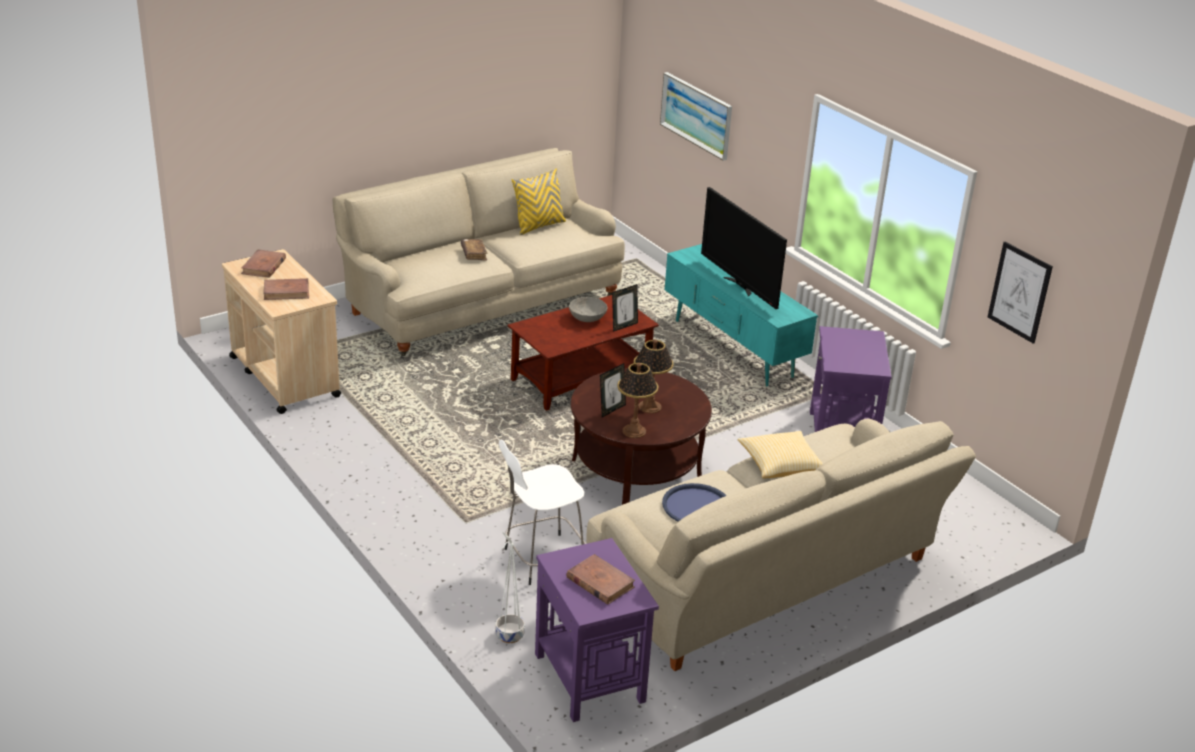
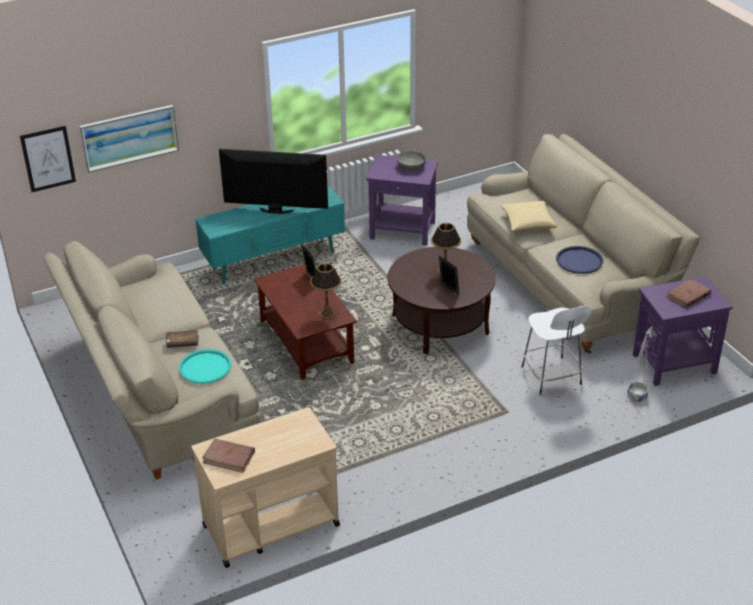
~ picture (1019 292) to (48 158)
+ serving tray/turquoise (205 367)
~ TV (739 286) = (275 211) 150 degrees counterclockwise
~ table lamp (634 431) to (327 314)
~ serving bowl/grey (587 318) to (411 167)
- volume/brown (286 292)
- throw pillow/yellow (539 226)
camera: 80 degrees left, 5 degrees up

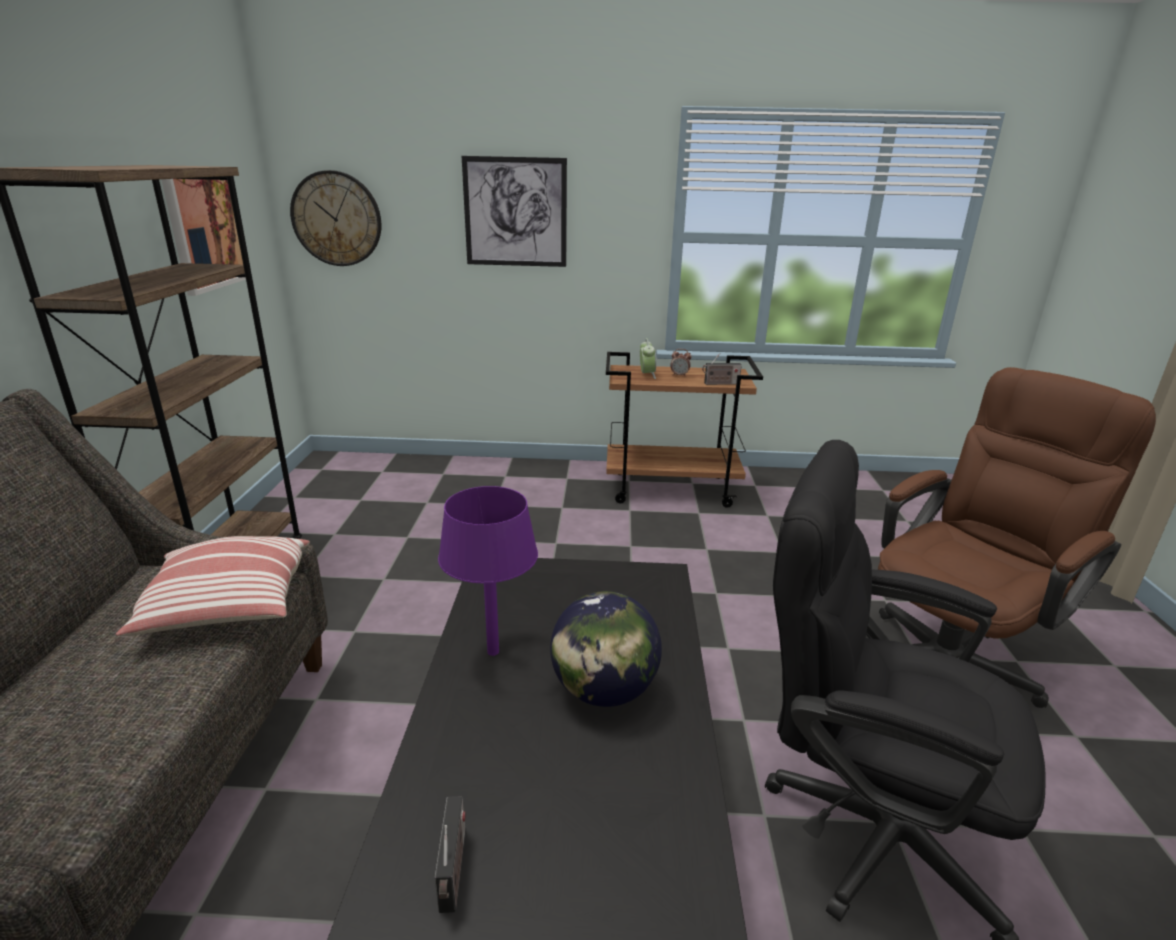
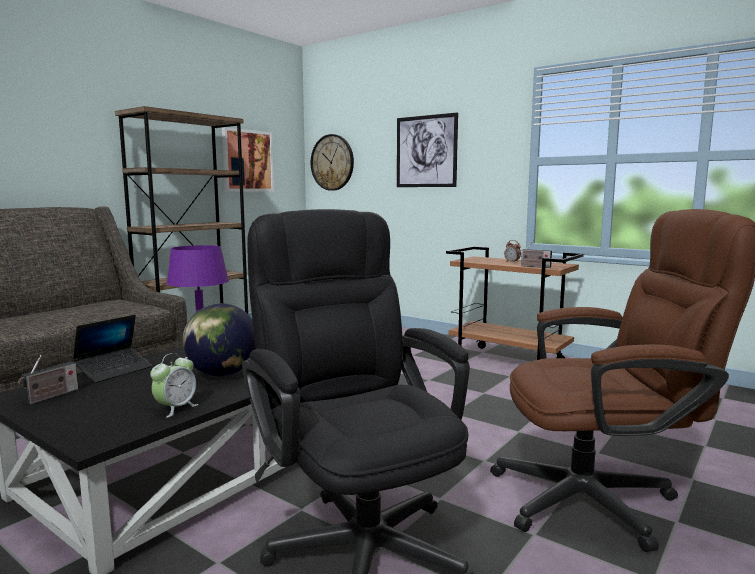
+ notebook computer (114 371)
~ bedside clock (647 375) to (176 408)
- throw pillow (229 606)
camera: 35 degrees right, 15 degrees down

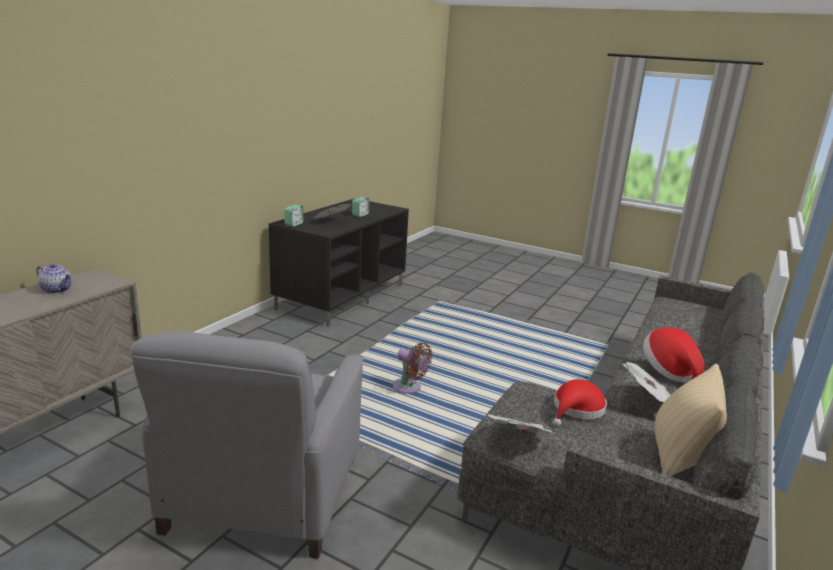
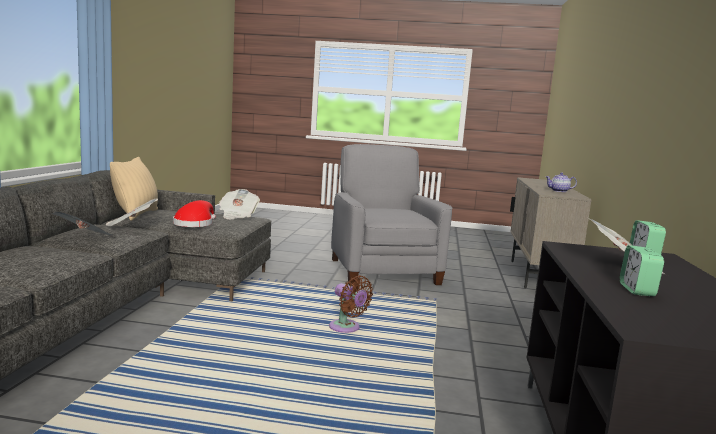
~ clothing hat (669 371) to printed paper (85 238)
~ cooling fan/brown (409 388) = (346 328) 150 degrees counterclockwise
camera: 160 degrees right, 10 degrees down

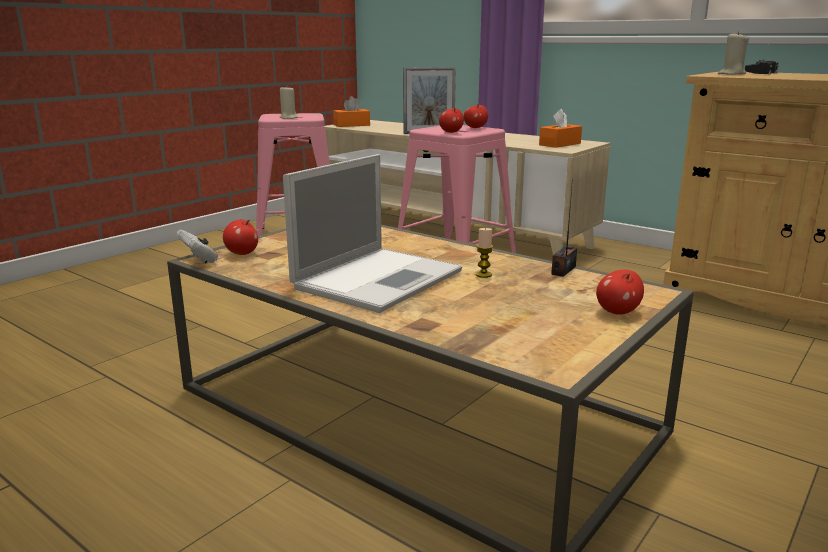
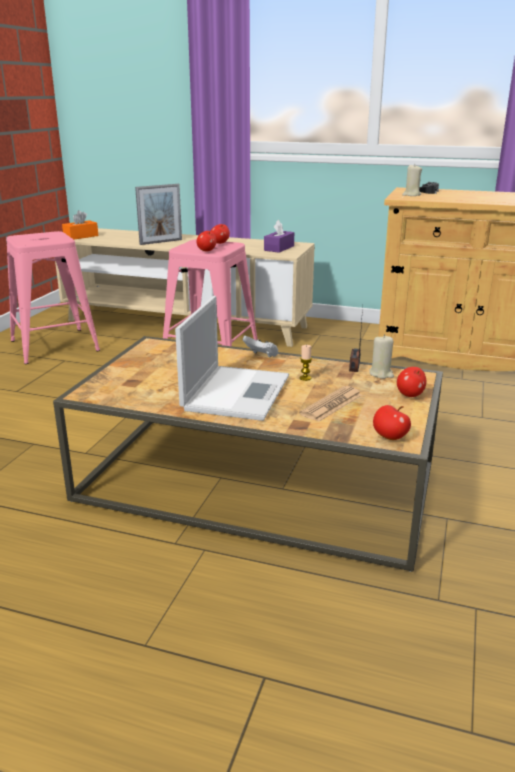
~ joypad/white-coloured (199 260) to (262 355)
~ box of tissues/orange (560 144) to box of tissues/purple (279 248)
+ printed paper (331 404)
~ candle/beige (288 118) to (381 374)
~ whole apple (242 253) to (389 437)
camera: 20 degrees left, 5 degrees up

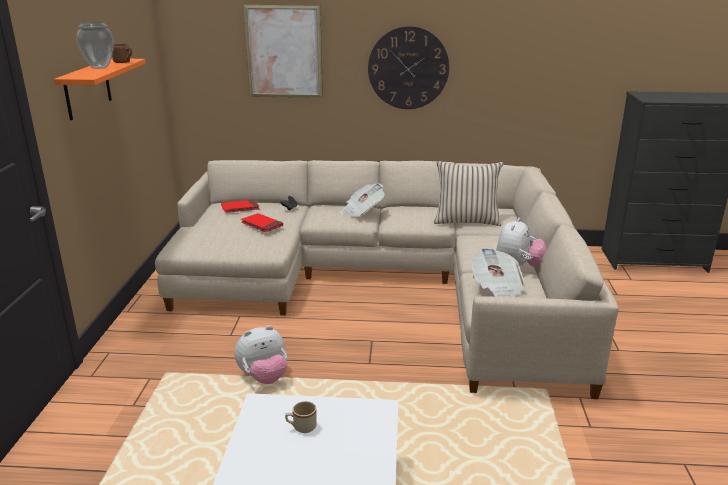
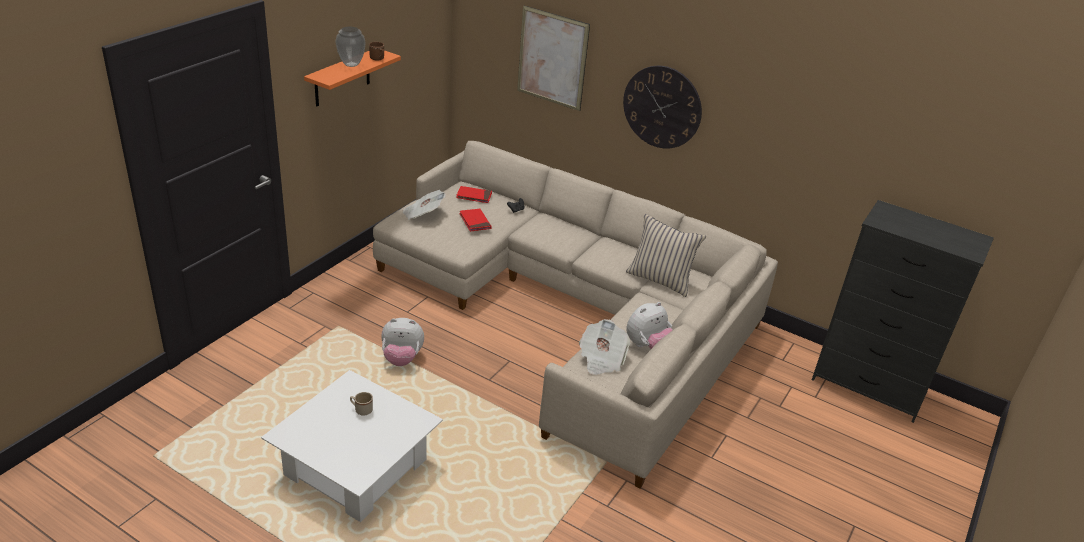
~ printed paper (361 211) to (423 214)
camera: 25 degrees right, 10 degrees up

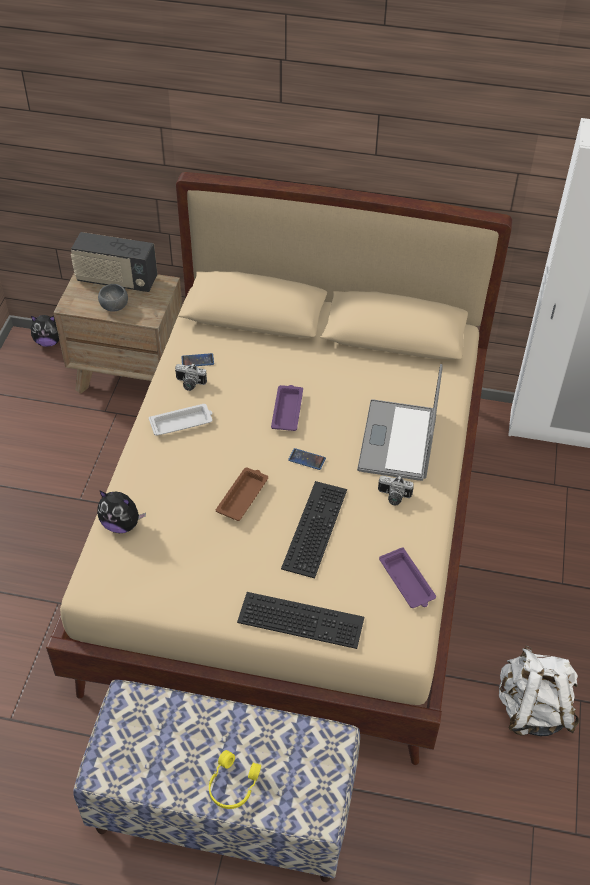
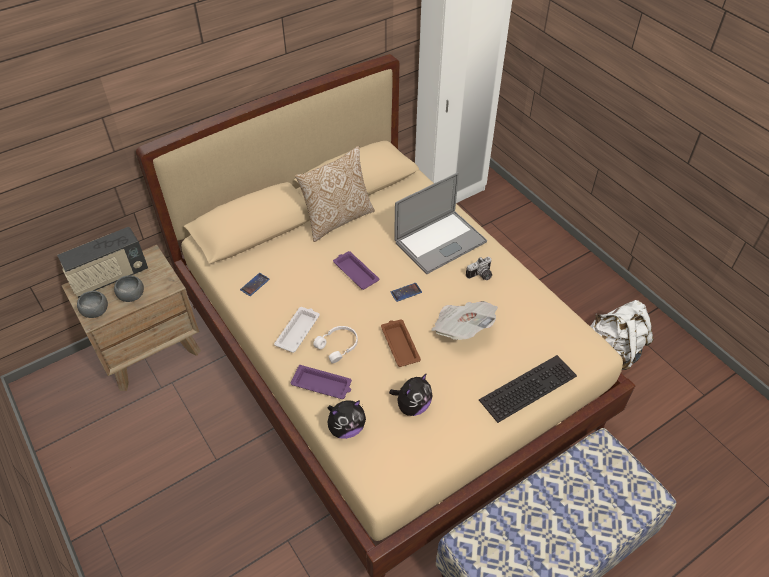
+ serving bowl/grey (95 312)
~ serving tray/purple (407 582) to (322 385)
+ throw pillow (337 219)
+ pair of headphones/white-coloured (338 346)
~ cuddly toy (49 342) to (412 406)
~ notebook computer (397 440) = (440 242) 90 degrees counterclockwise
~ PC keyboard (313 527) to printed paper (462 329)
- photo camera (189 384)
- pair of headphones/yellow (232 785)
camera: 45 degrees left, 0 degrees up

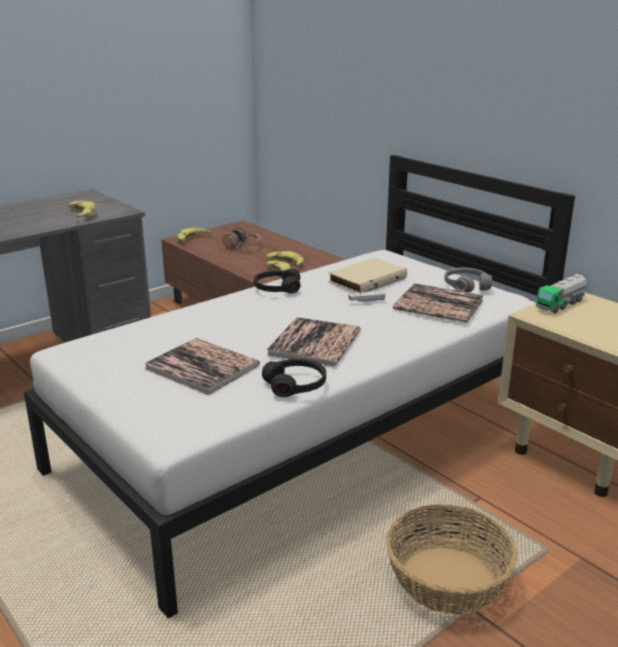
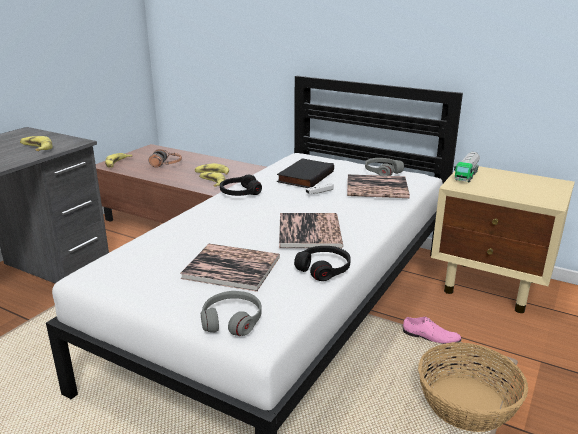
+ pair of headphones/grey (232 320)
~ volume/beige (366 279) to volume/black-coloured (304 176)
+ item of footwear/pink (431 337)
camera: 20 degrees left, 0 degrees up

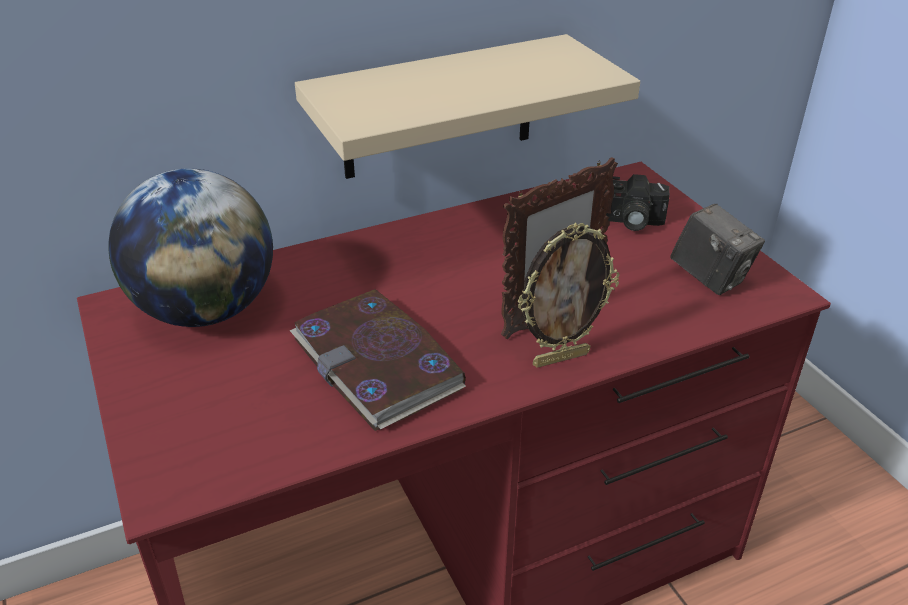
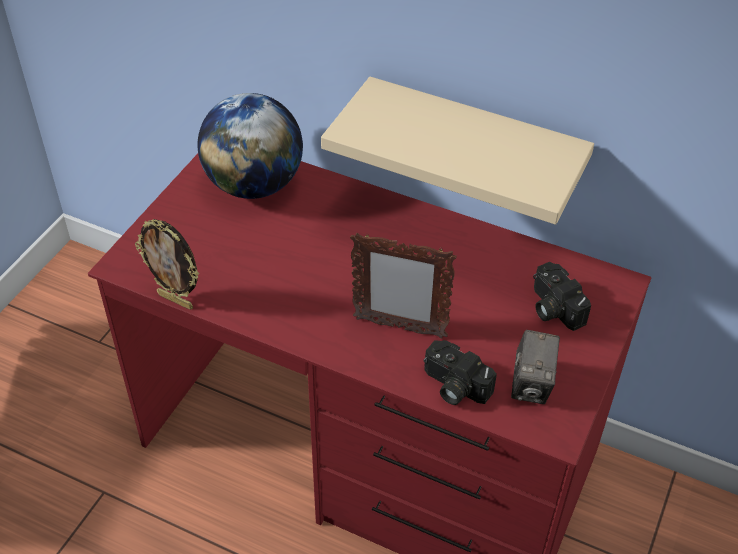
~ standing frame (560 358) to (176 300)
+ photo camera (453 386)
- volume (378 363)
camera: 50 degrees right, 10 degrees up

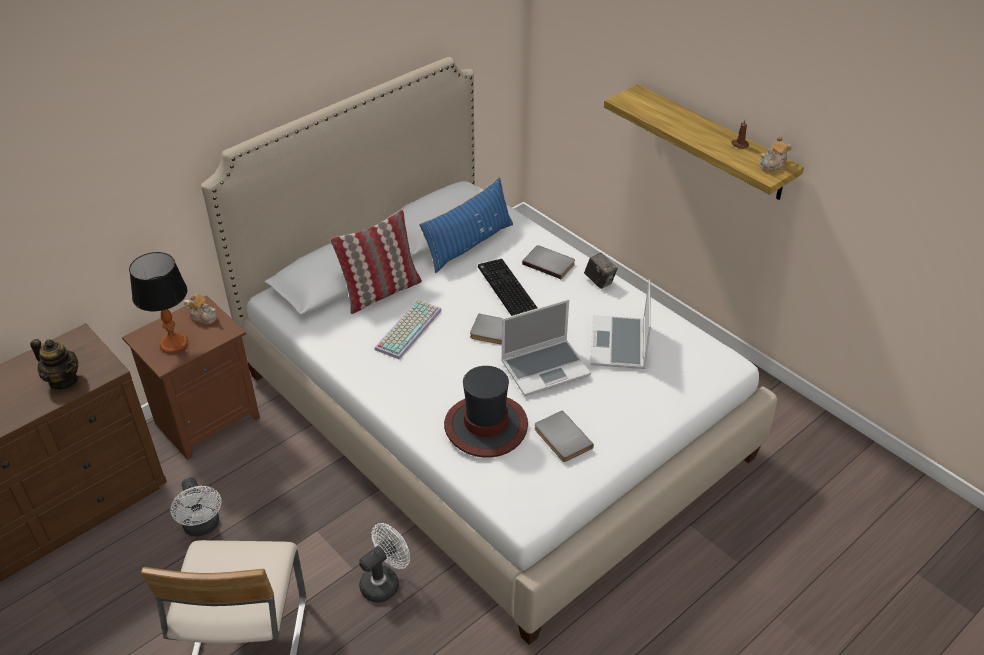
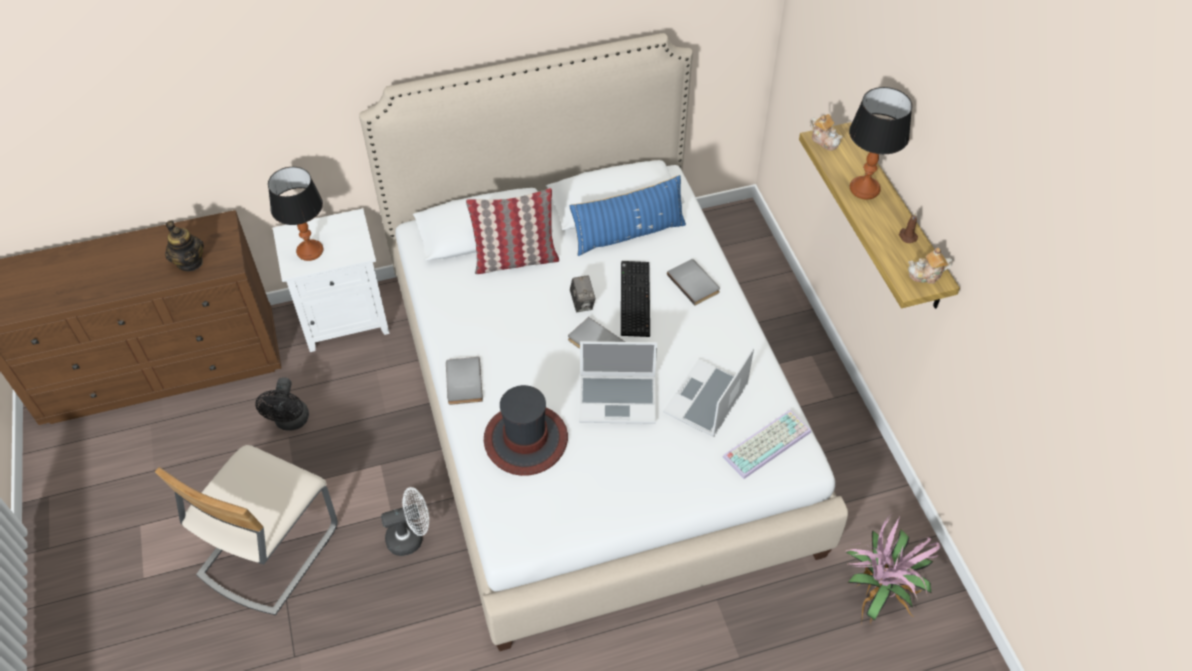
~ cooling fan/white-coloured (203 527) to cooling fan/black-coloured (291 422)
~ night table/brown (207 418) to night table/white-coloured (346 317)
~ volume/grey (561 438) to (462 382)
~ photo camera (599 281) to (582 303)
~ PC keyboard (407 328) to (766 442)
~ pot for tea (203 316) to (824 140)
+ plant in a pot (881 592)
+ table lamp (865 189)
camera: 25 degrees right, 10 degrees up

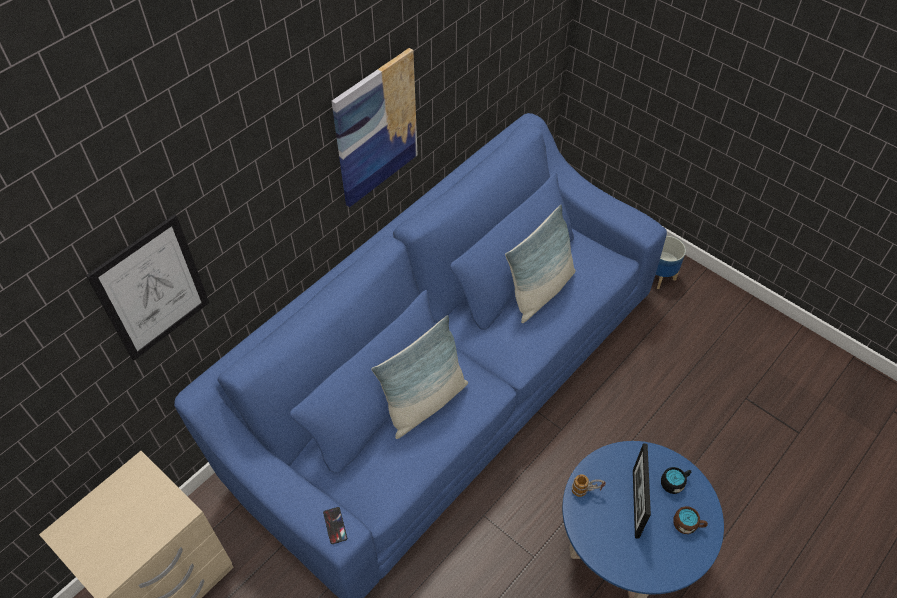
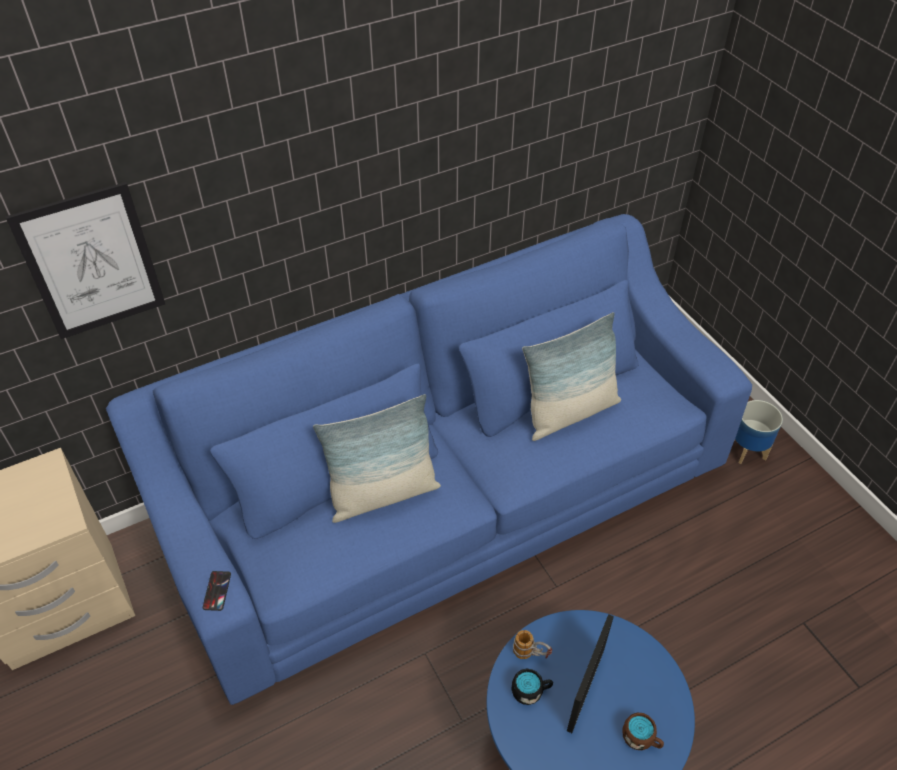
~ tea mug/black-coloured (674 482) to (531 691)
- picture (376 129)
camera: 20 degrees right, 5 degrees down

